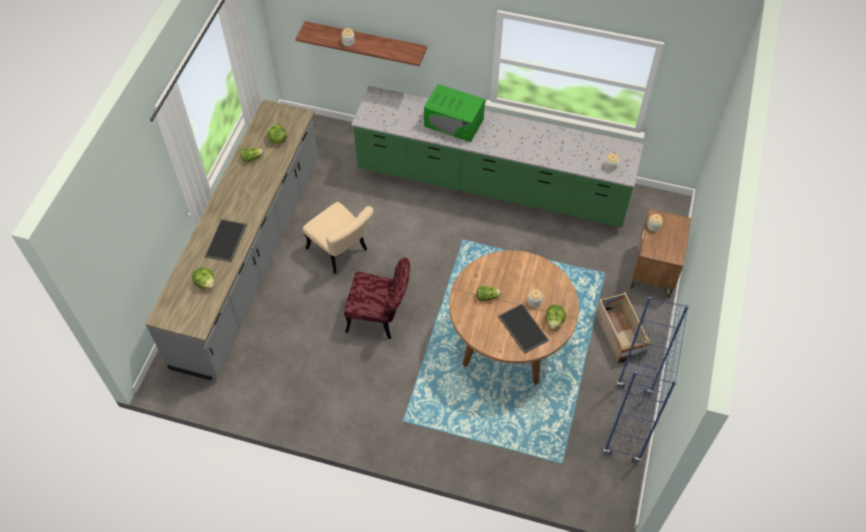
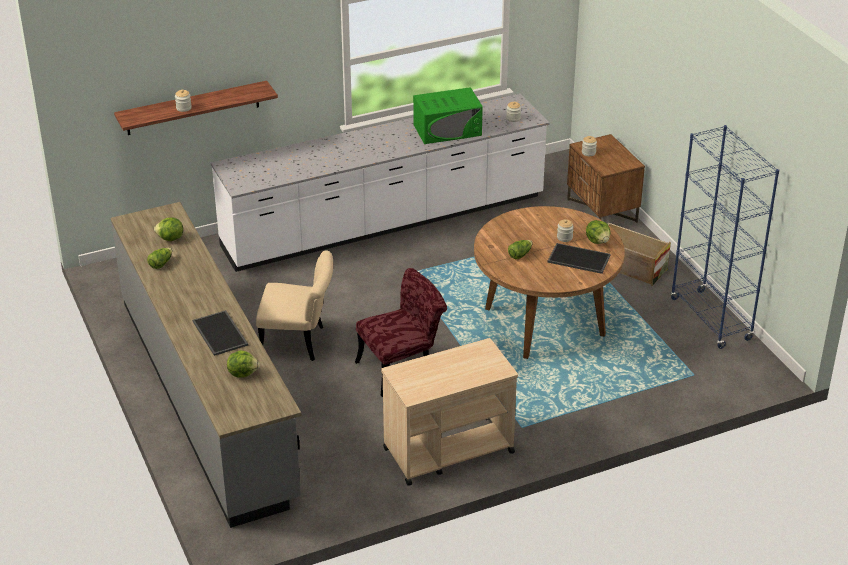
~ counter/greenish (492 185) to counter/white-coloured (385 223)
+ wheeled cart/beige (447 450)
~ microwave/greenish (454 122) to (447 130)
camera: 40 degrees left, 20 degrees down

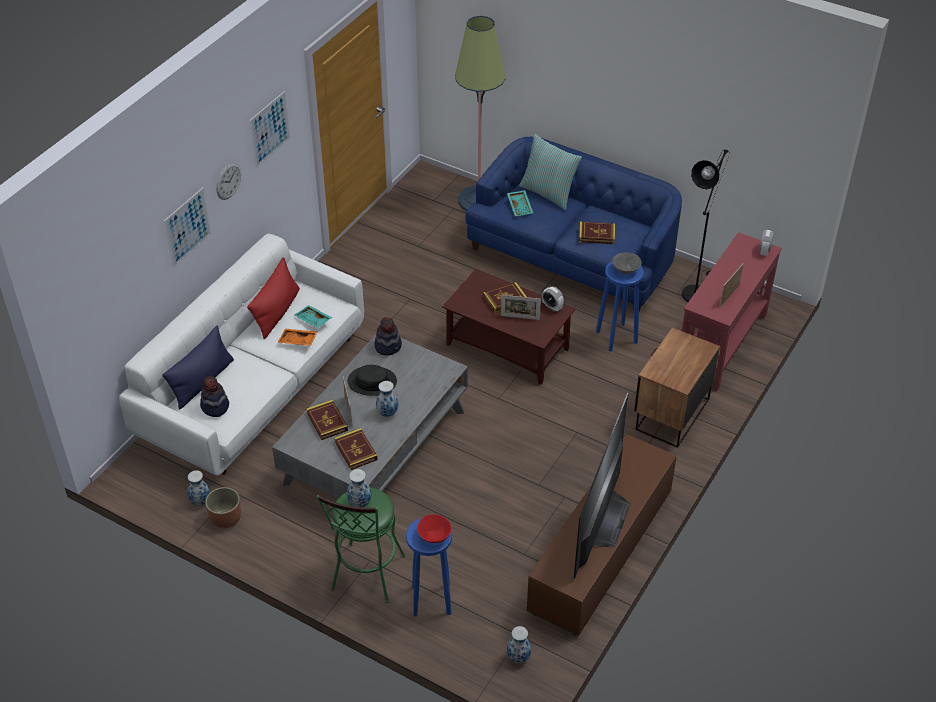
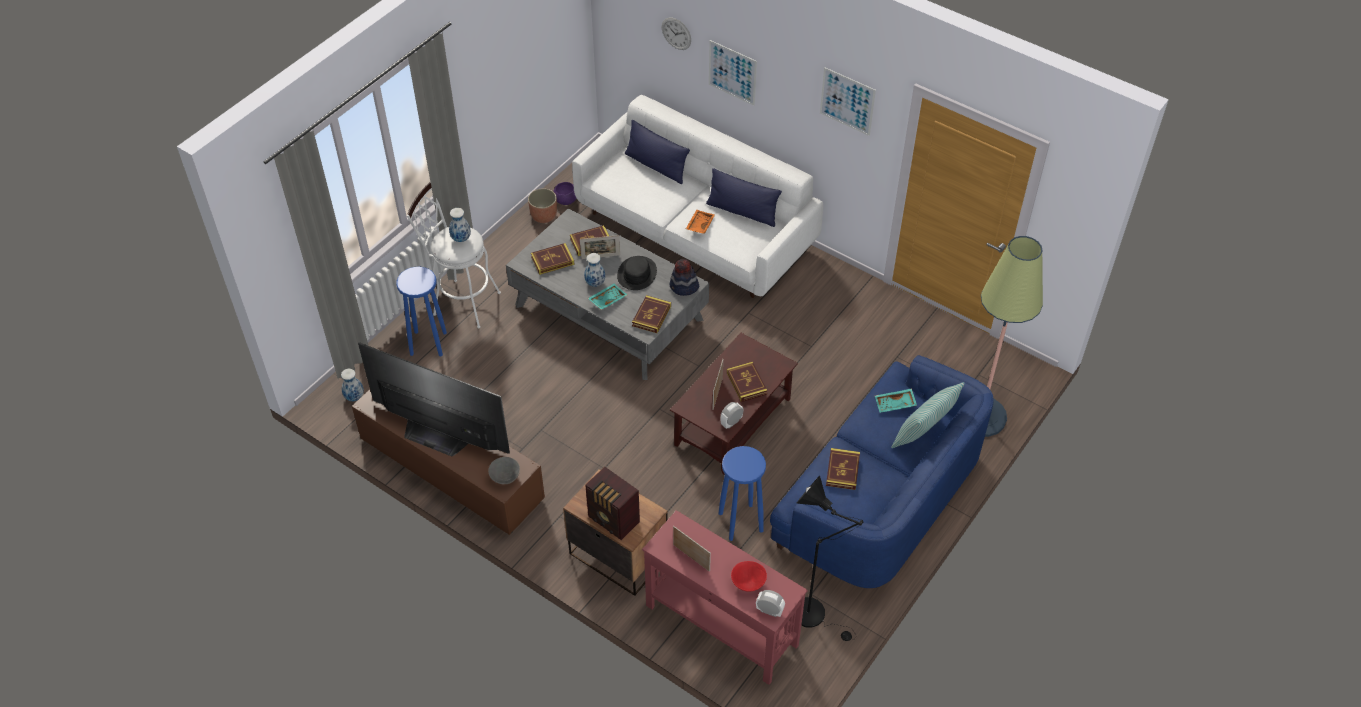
~ stool/greenish (366 578) to stool/white-coloured (461 302)
~ serving bowl/grey (626 270) to (505 478)
~ flower vase (200 501) to serving bowl/purple (566 200)
+ radio receiver (614 520)
~ serving tray/turquoise (312 320) to (607 299)
+ volume (651 316)
~ clock on the wall (228 181) to (676 33)
~ throw pillow/red-coloured (277 312) to throw pillow/blue (742 212)
~ serving bowl/red-coloured (434 536) to (748 583)
- clothing hat (215 406)
camera: 95 degrees right, 5 degrees up

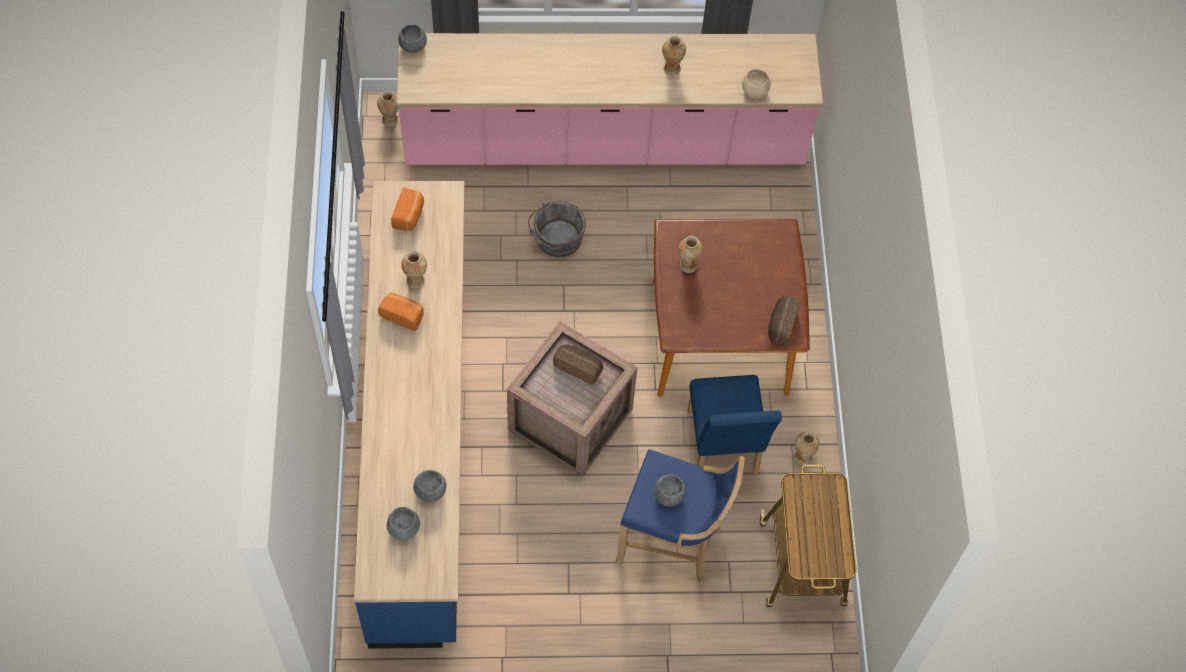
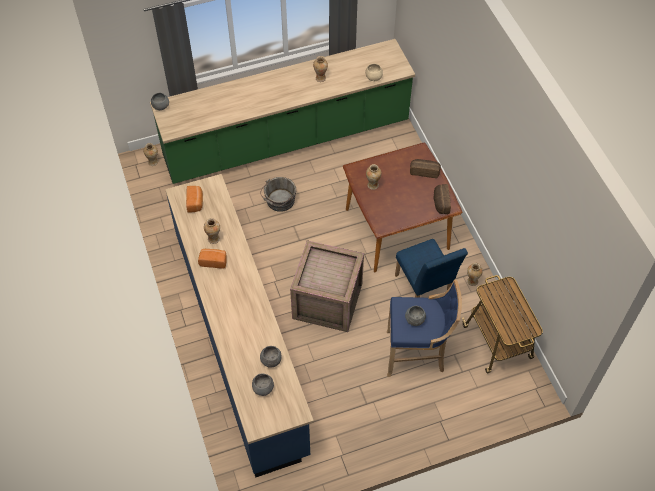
~ counter/pink (604 144) to counter/greenish (287 140)
~ baked bread (578 367) to (424 171)
camera: 15 degrees left, 5 degrees down

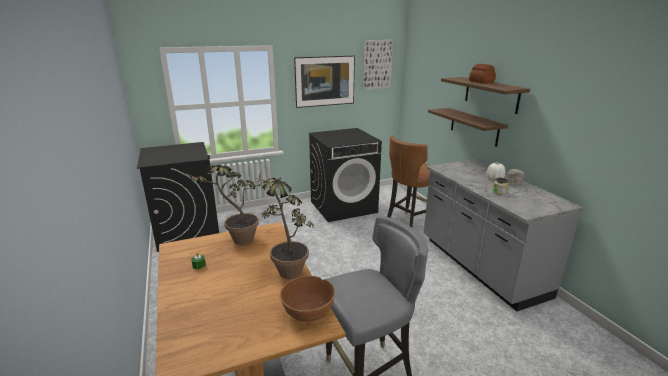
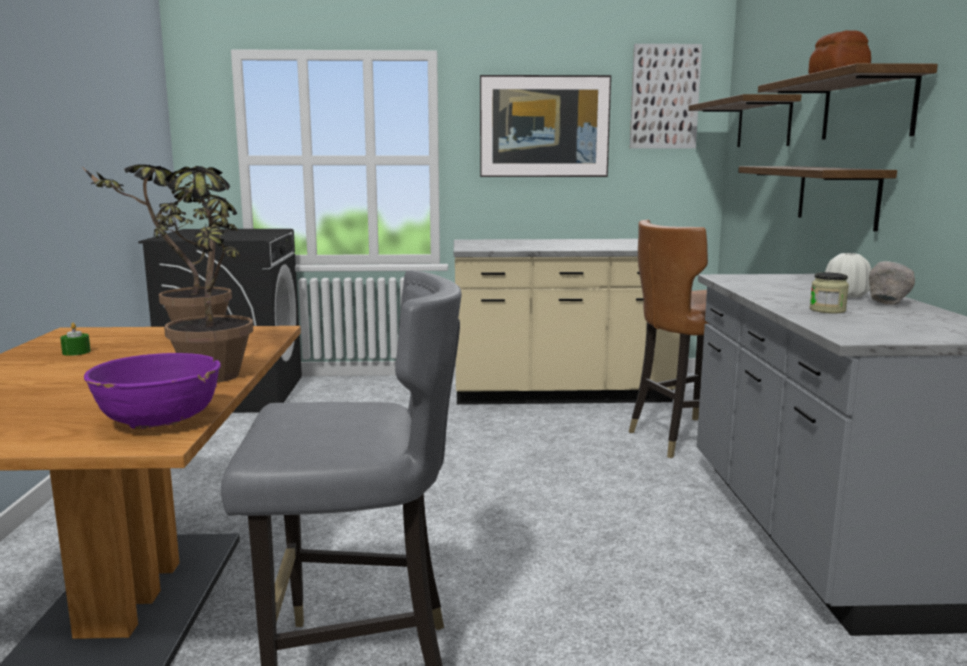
~ serving bowl/brown (308 312) to serving bowl/purple (159 421)
~ washing machine/black-coloured (343 206) to counter/beige (561 394)
+ wall shelf (763 123)
camera: 20 degrees right, 10 degrees down

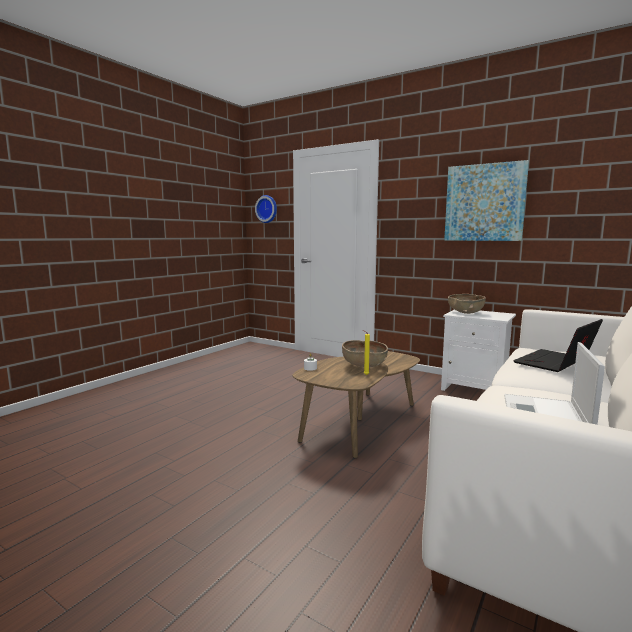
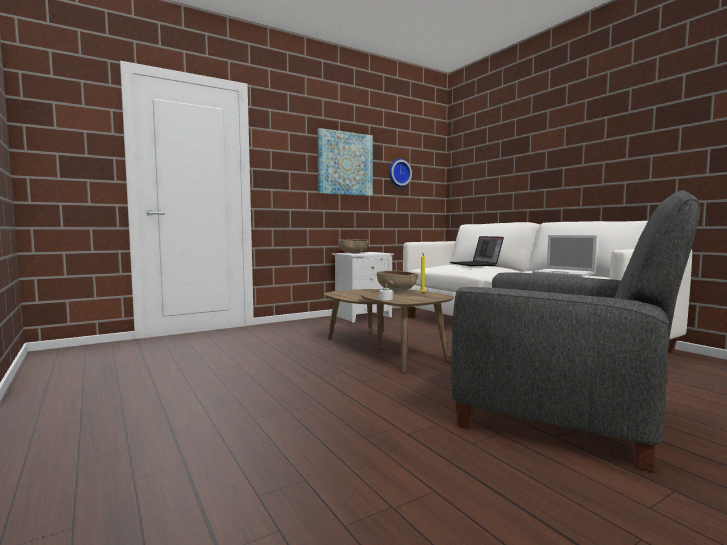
~ clock on the wall (267 209) to (398 173)
+ armchair/grey (560 414)
camera: 65 degrees left, 5 degrees down

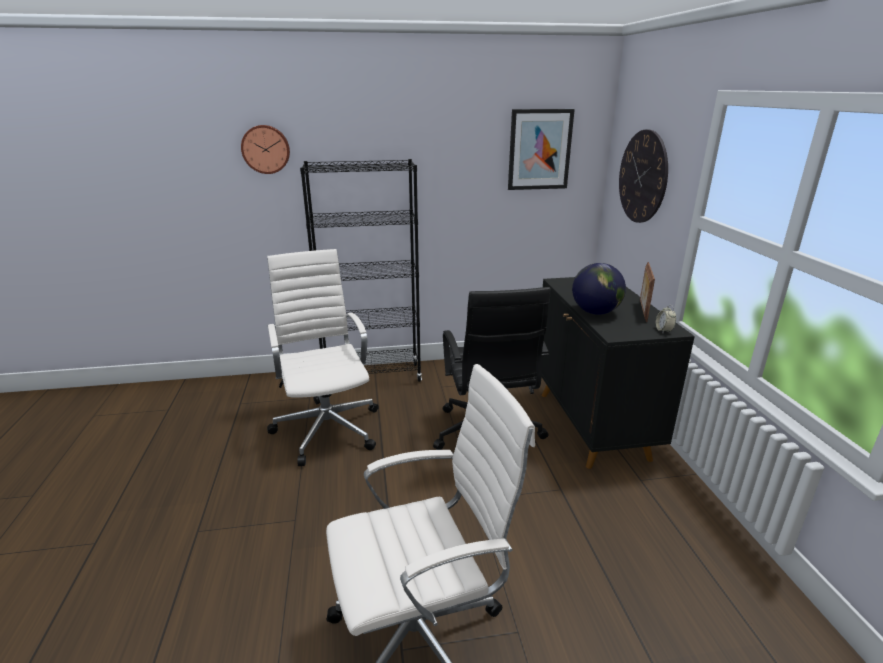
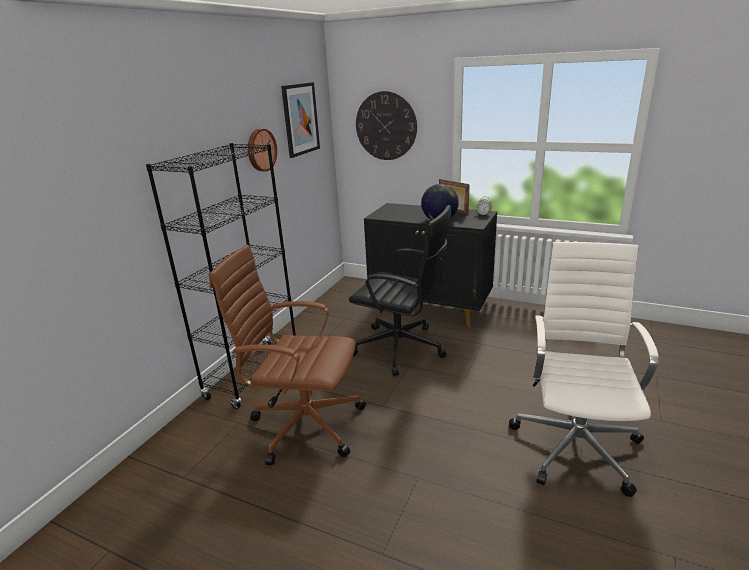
~ computer chair/white-coloured (327 427) to computer chair/brown (304 424)
~ clock on the wall (266 149) to (260 150)
camera: 55 degrees left, 0 degrees up

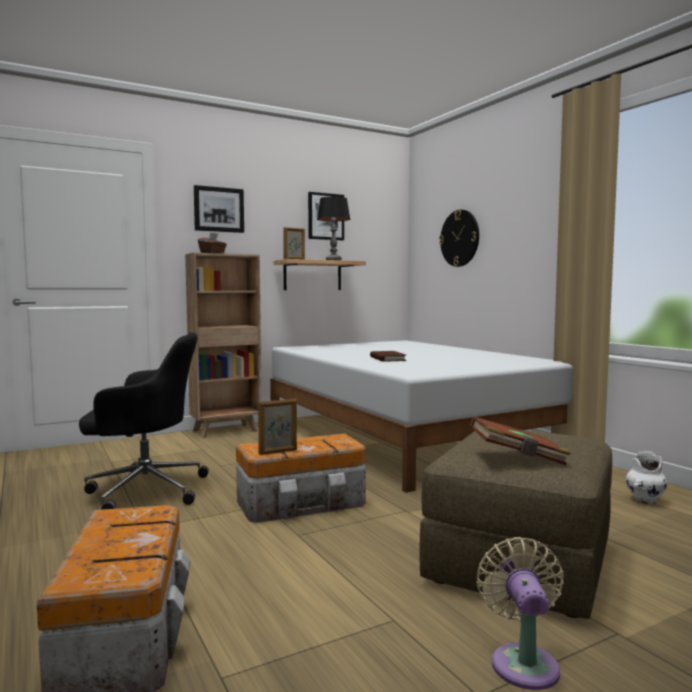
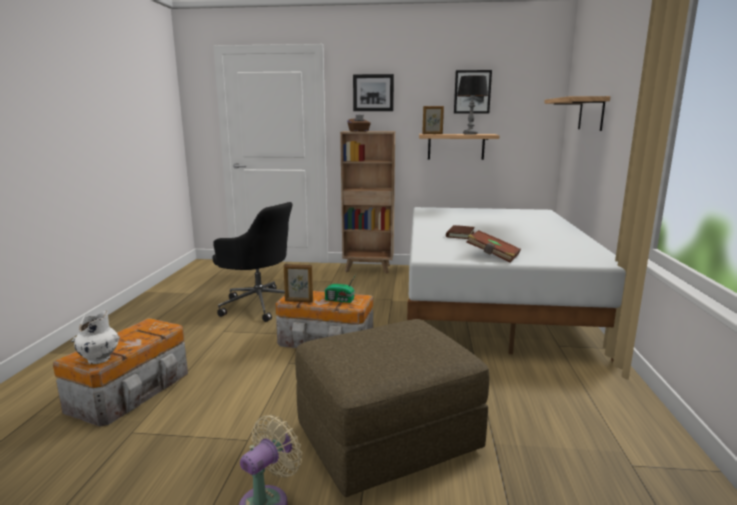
~ flower vase/white-coloured (645 500) to (98 359)
+ radio receiver (340 300)
~ volume/brown (518 458) to (492 256)
~ clock on the wall (460 238) to wall shelf (591 114)
camera: 35 degrees right, 10 degrees up

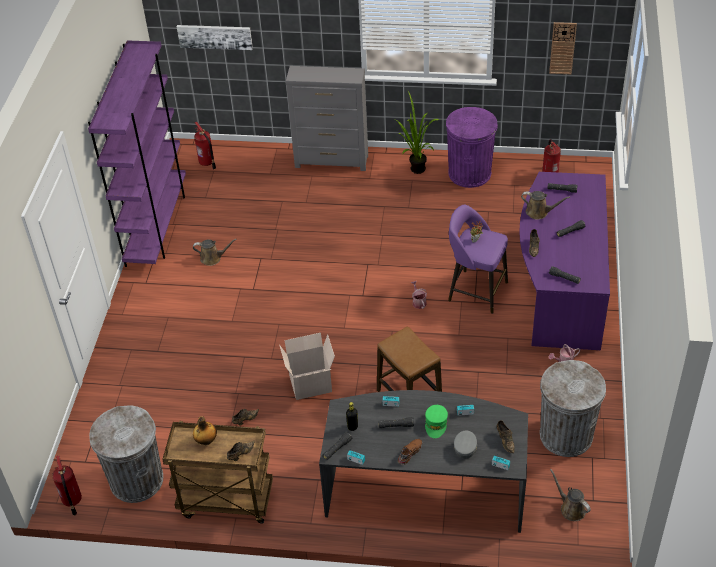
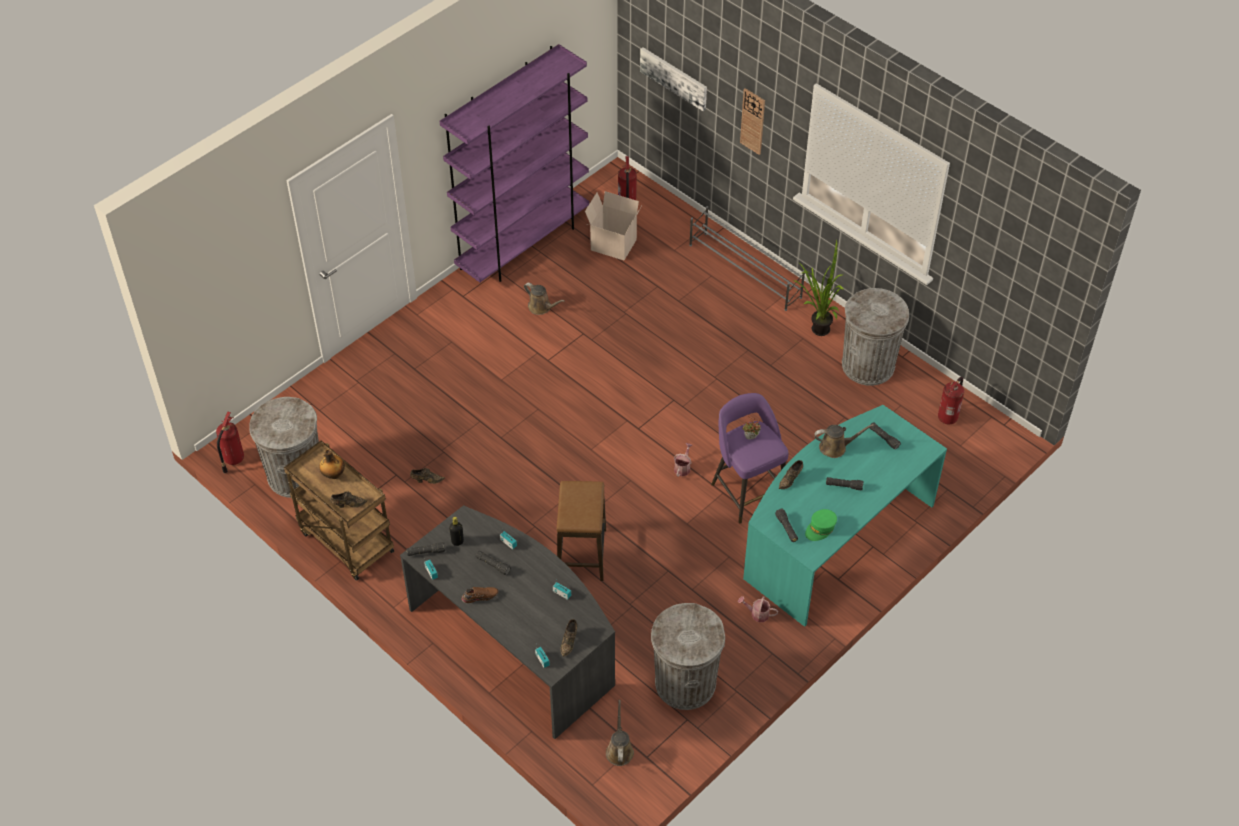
~ cardboard box (310 385) to (612 246)
~ chest of drawers/grey (332 161) to shoe rack/grey (745 272)
~ clock on the wall (562 48) to (753 121)
~ desk table/purple (560 285) to desk table/turquoise (835 538)
~ baseball cap/greenish (436 424) to (820 528)
~ watering can/brown (539 212) = (835 447) 60 degrees counterclockwise
~ waste bin/purple (470 173) to waste bin/grey (868 365)
- baseball cap/grey (465 447)
camera: 35 degrees right, 5 degrees up

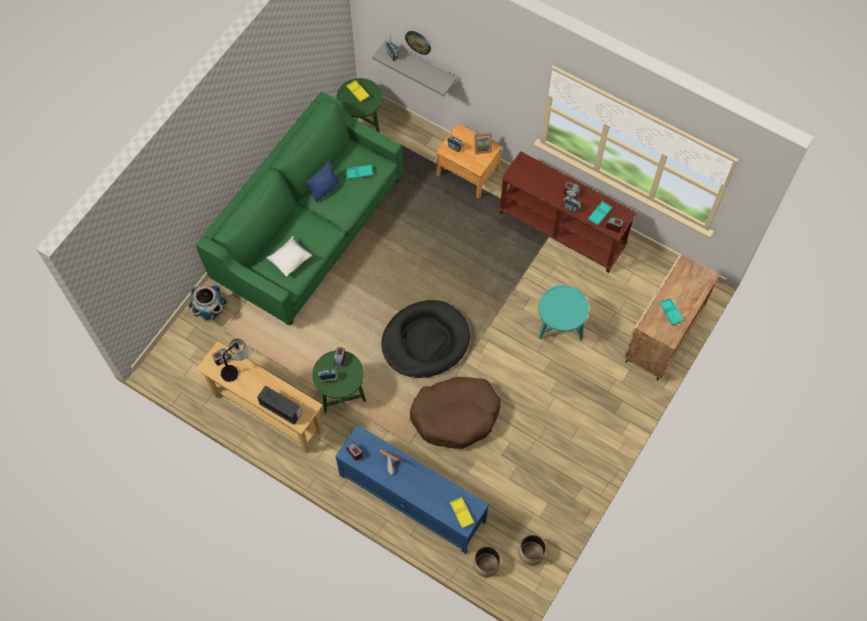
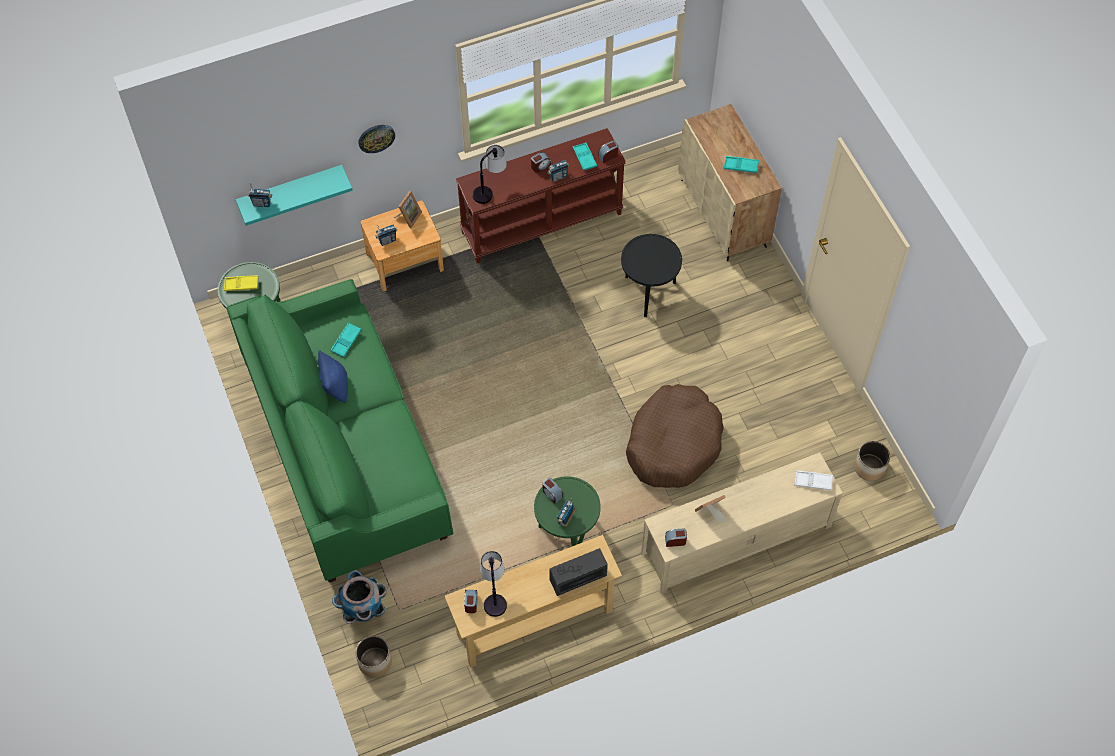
~ wall shelf/grey (420 65) to wall shelf/turquoise (291 190)
~ planter (486 564) to (374 661)
~ clock on the wall (418 42) to (376 138)
+ table lamp (489 189)
~ end table/turquoise (559 329) to end table/black-coloured (648 293)
~ media console/blue (411 498) to media console/beige (735 540)
~ serving tray/yellow (461 513) to serving tray/white-coloured (813 481)
- throw pillow/white-coloured (290 260)
- dog bed/black-coloured (425 341)
camera: 55 degrees left, 5 degrees down

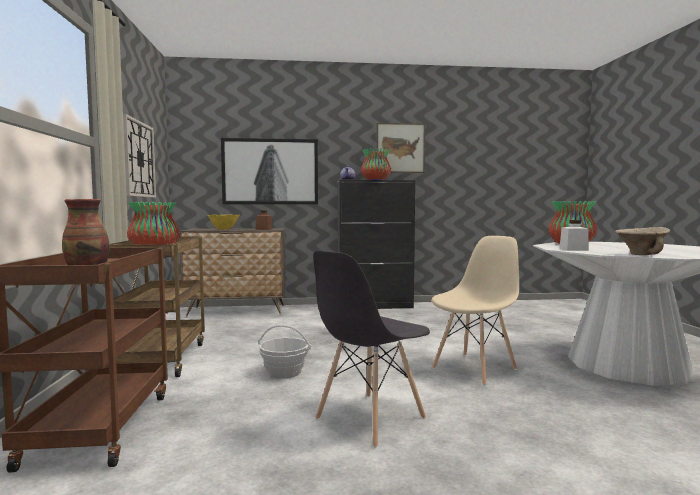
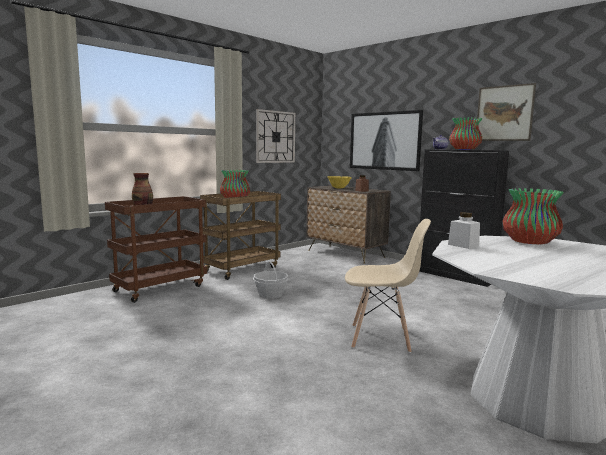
- upright chair/grey (369 419)
- serving bowl/beige (639 254)
camera: 50 degrees right, 5 degrees up

